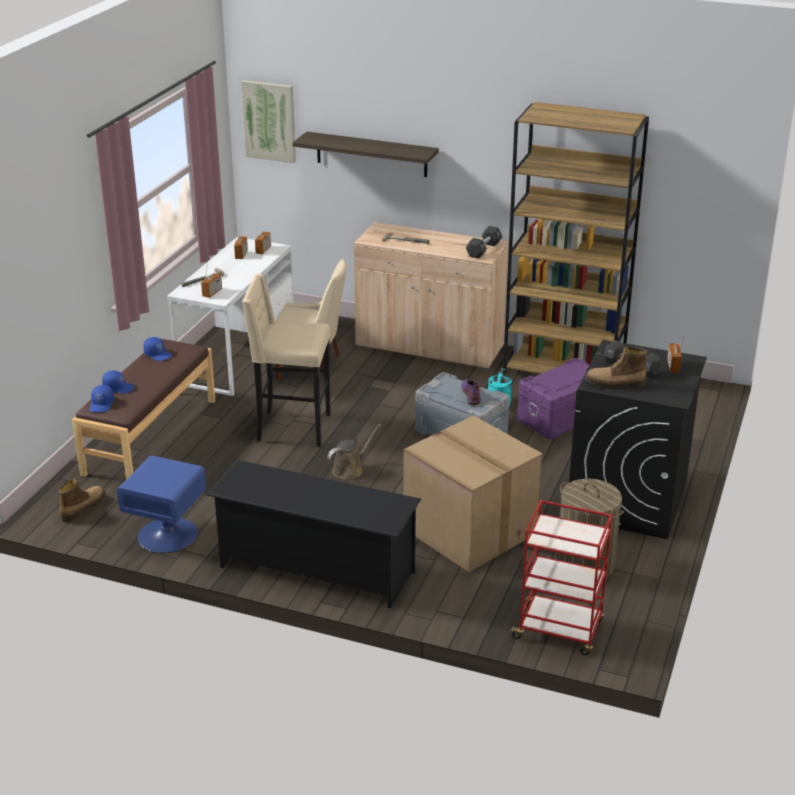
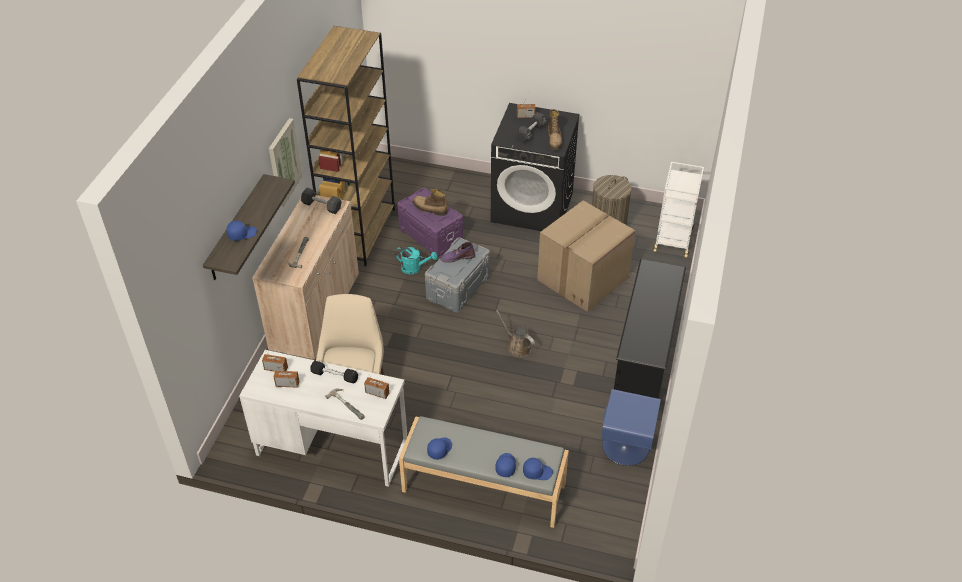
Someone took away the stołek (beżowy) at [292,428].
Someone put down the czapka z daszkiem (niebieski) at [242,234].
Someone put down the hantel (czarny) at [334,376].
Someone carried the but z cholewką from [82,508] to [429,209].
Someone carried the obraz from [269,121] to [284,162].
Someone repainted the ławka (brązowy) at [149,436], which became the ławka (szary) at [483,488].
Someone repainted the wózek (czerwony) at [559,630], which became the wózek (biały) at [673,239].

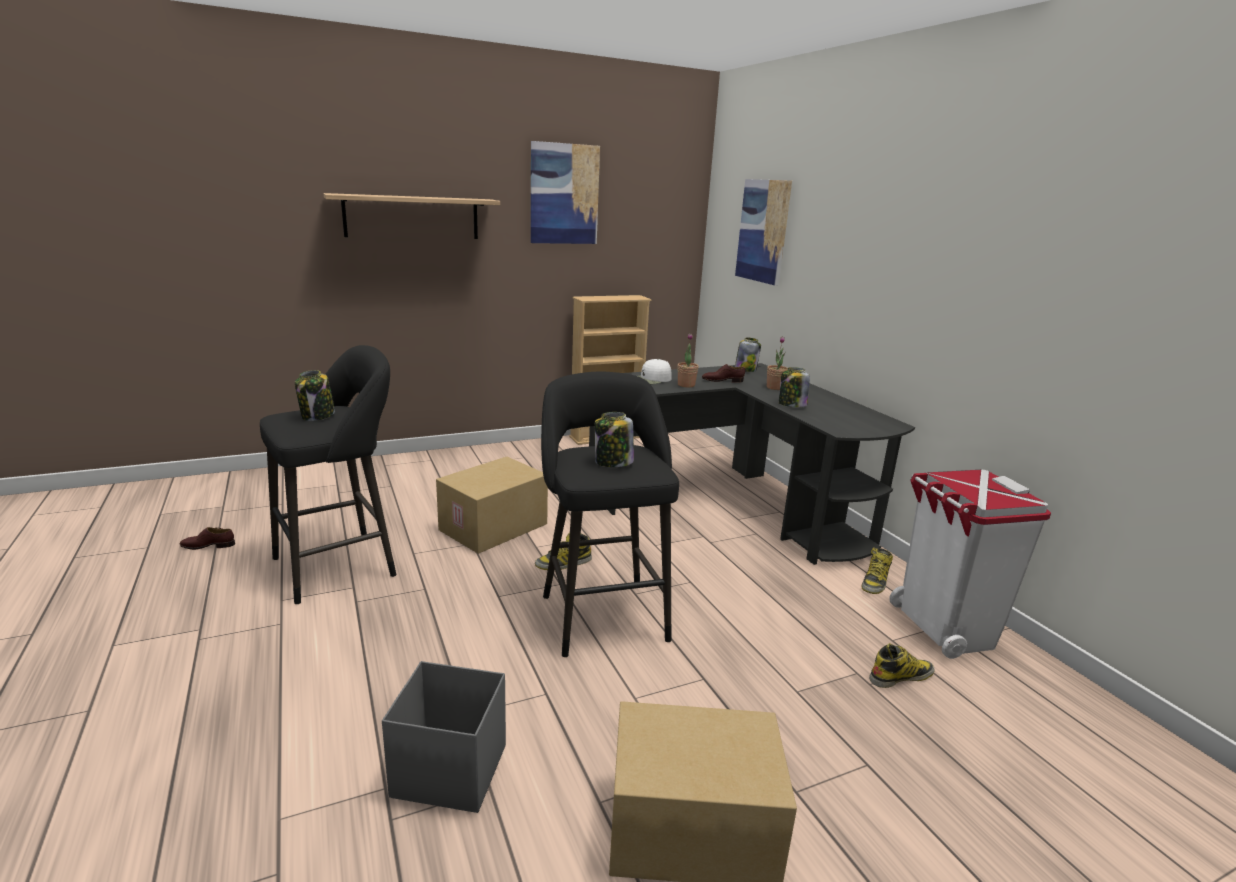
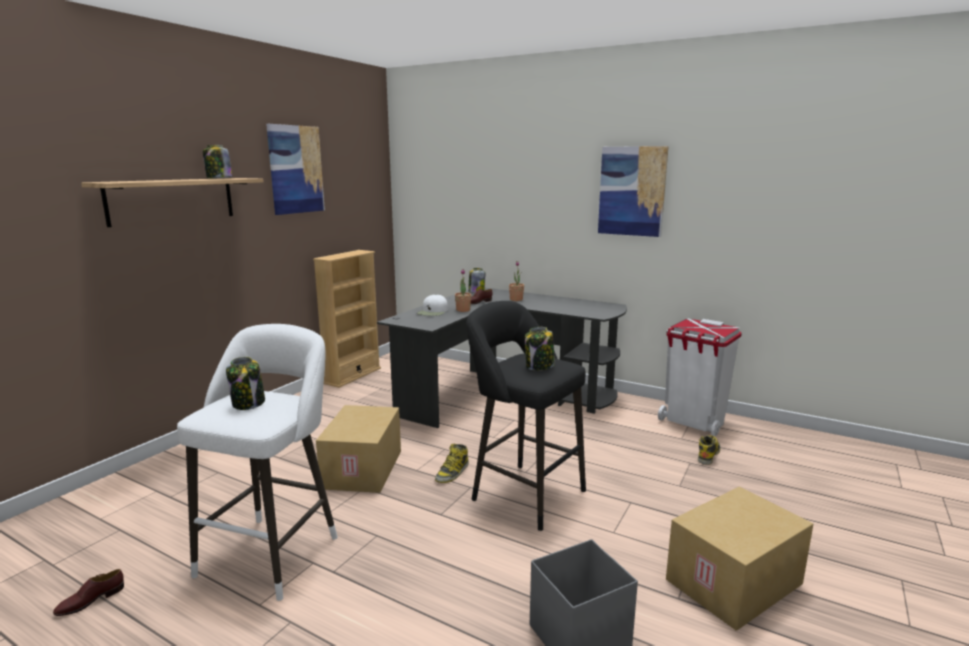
Someone took away the but z cholewką at [875,582].
Someone carried the obraz from [763,231] to [632,191].
Someone carried the słoik from [791,405] to [219,178].
Someone repainted the stołek (czarny) at [342,565], which became the stołek (biały) at [273,551].

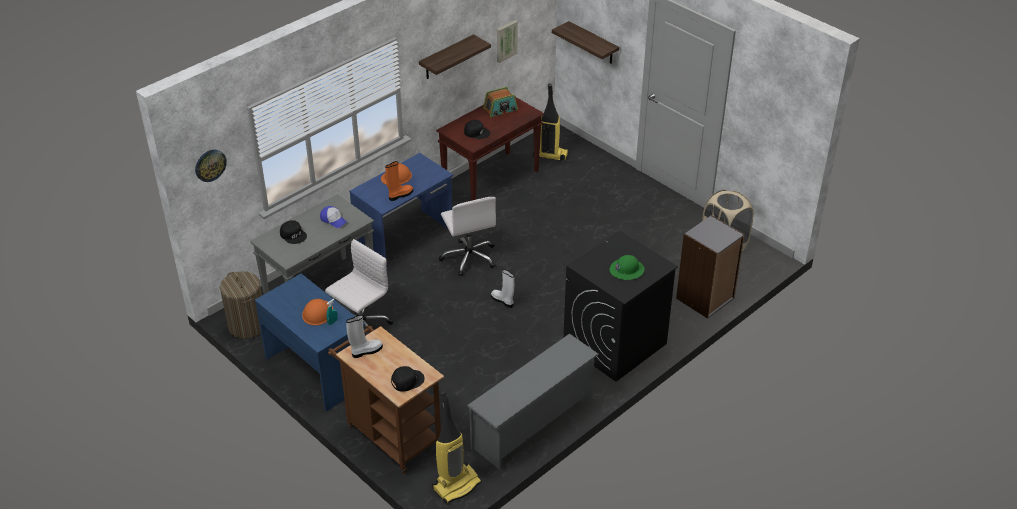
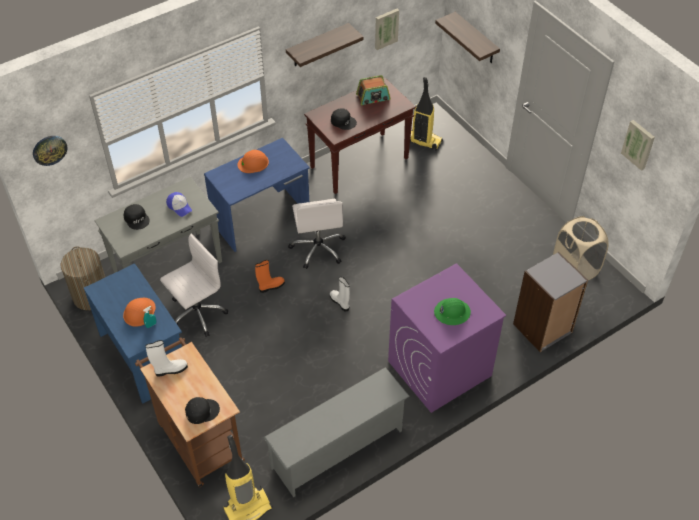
Someone put up the obraz at [638,144].
Someone carried the but z cholewką (pomarańczowy) from [400,195] to [271,286].
Someone repainted the pralka (czarny) at [614,344], which became the pralka (fioletowy) at [439,369].

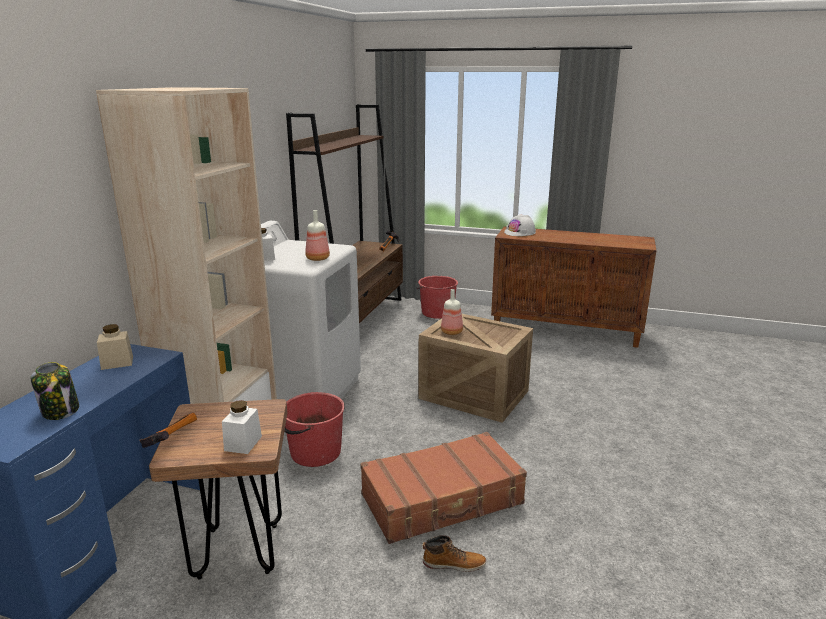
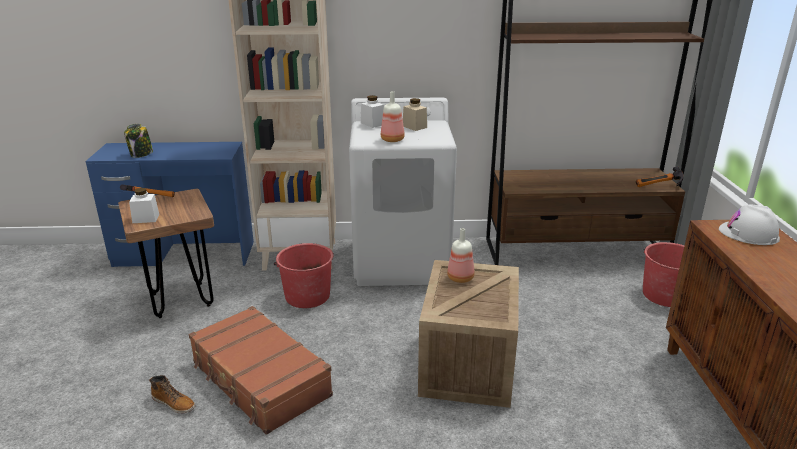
Someone carried the słoik (beżowy) from [117,363] to [414,127].
Someone rotated the but z cholewką at [454,564] by 45 degrees counterclockwise.

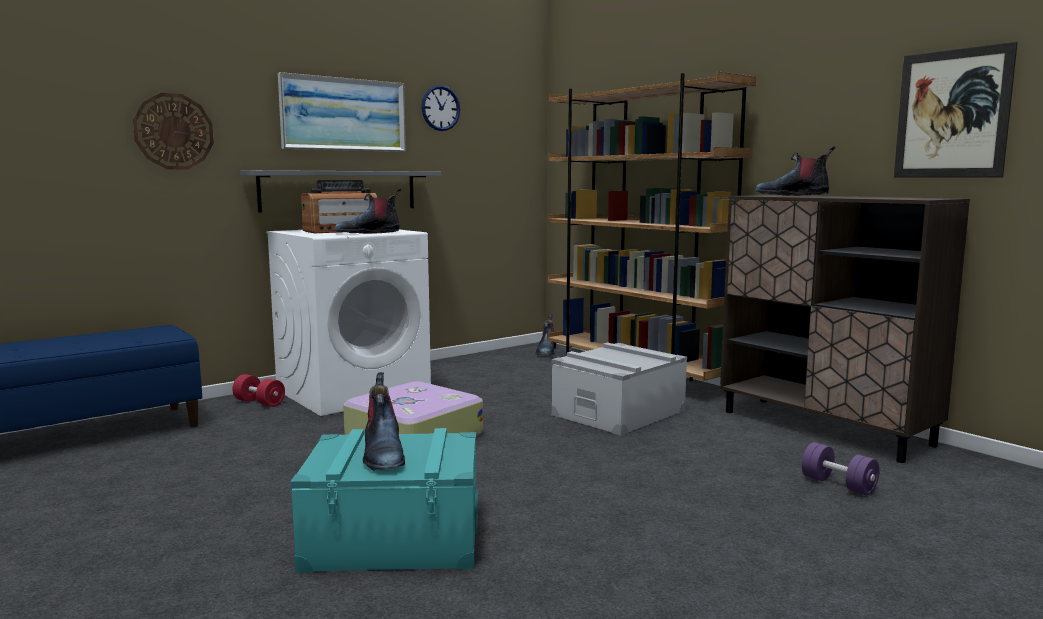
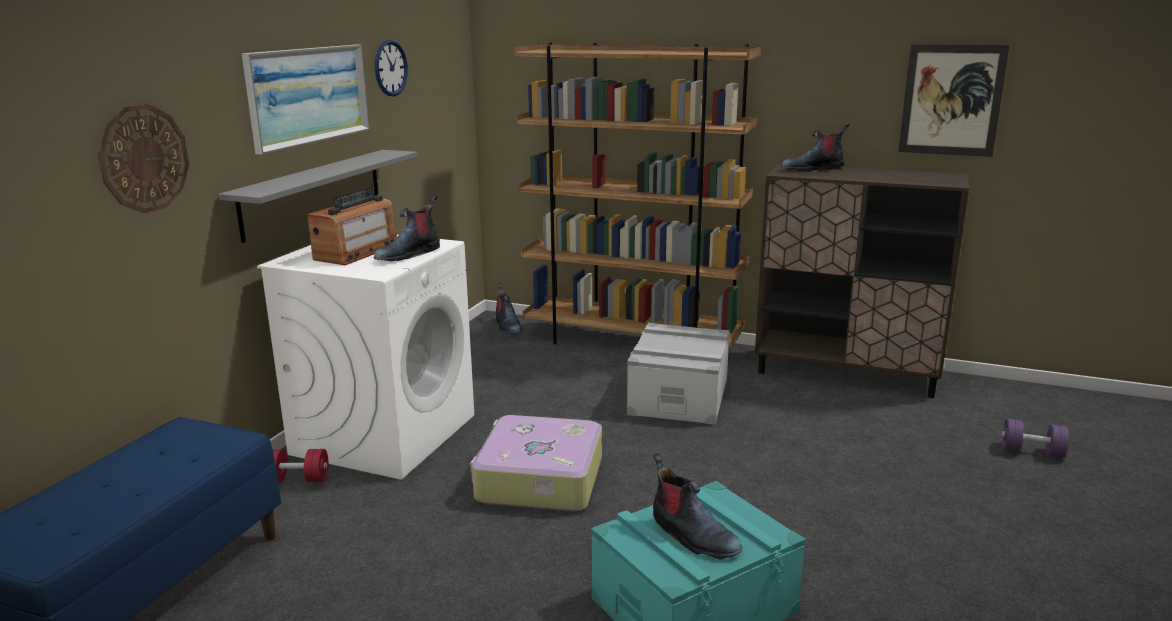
Someone carried the hantel (fioletowy) from [838,485] to [1032,451].

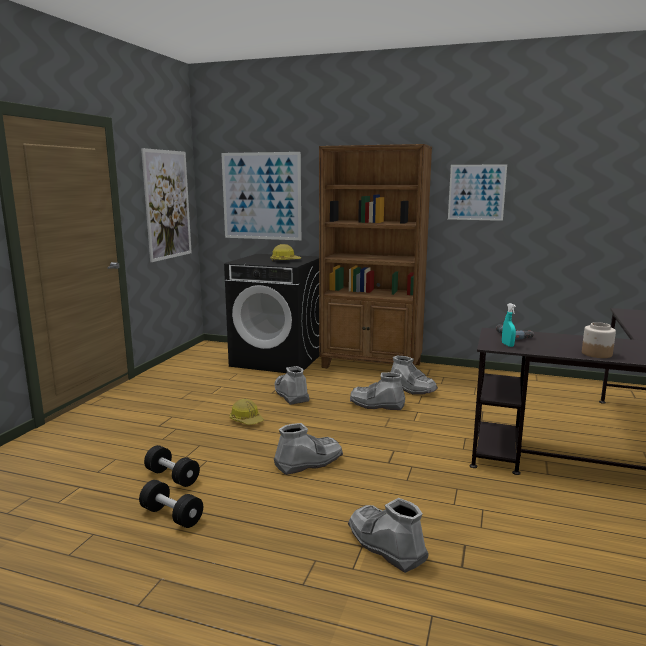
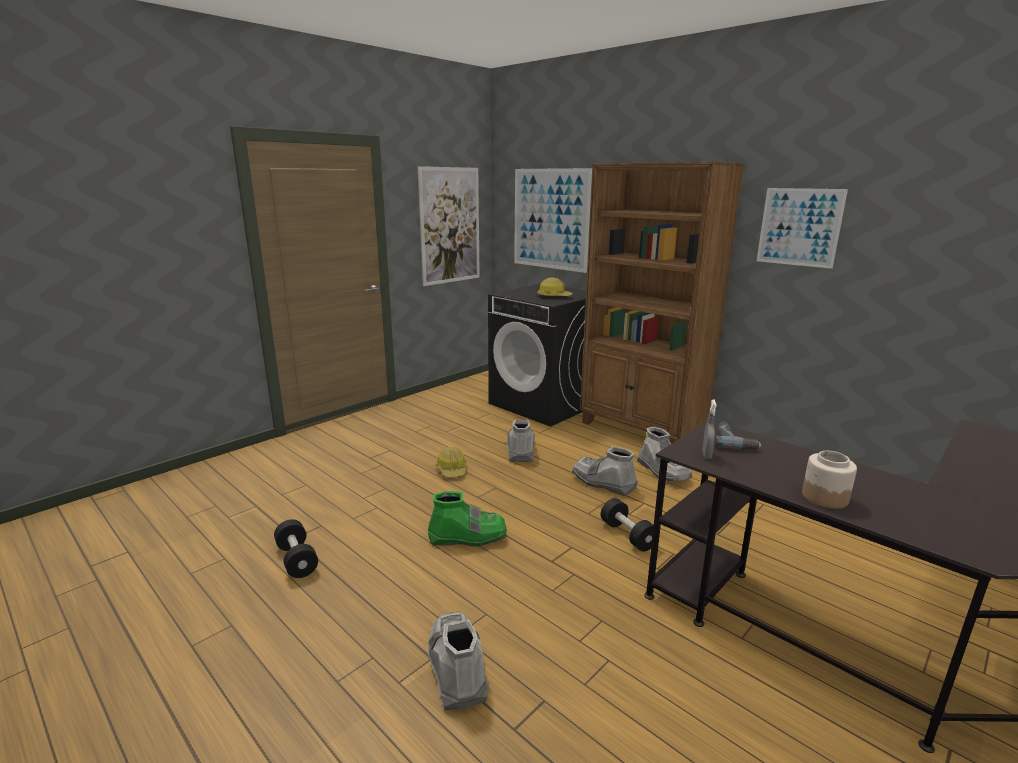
Someone carried the hantel (czarny) from [172,477] to [627,535].
Someone repainted the but z cholewką (szary) at [308,462], which became the but z cholewką (zielony) at [468,536].
Someone repainted the spryskiwacz (turkusowy) at [507,345], which became the spryskiwacz (szary) at [706,455].

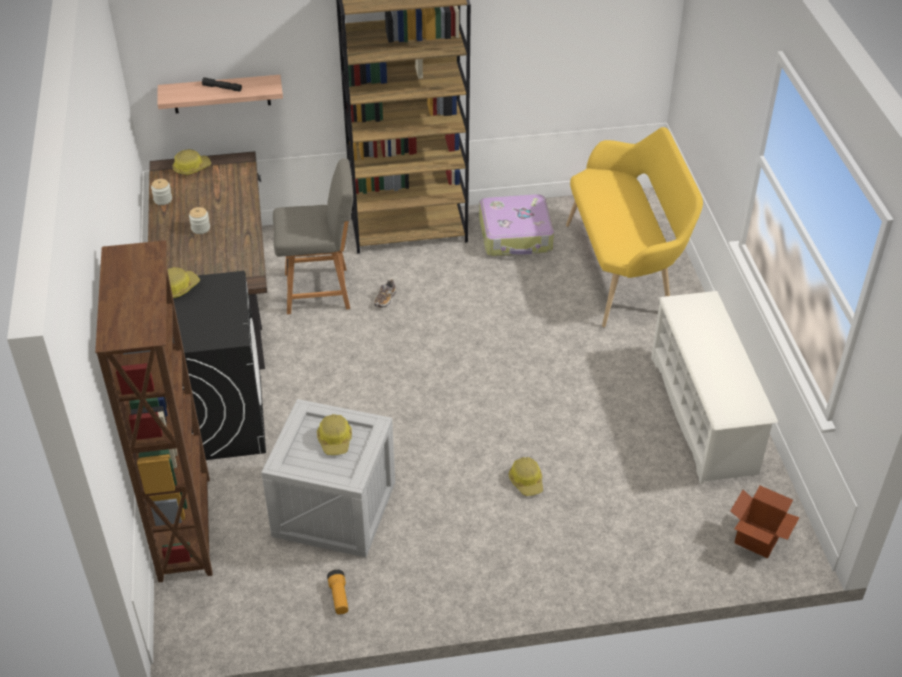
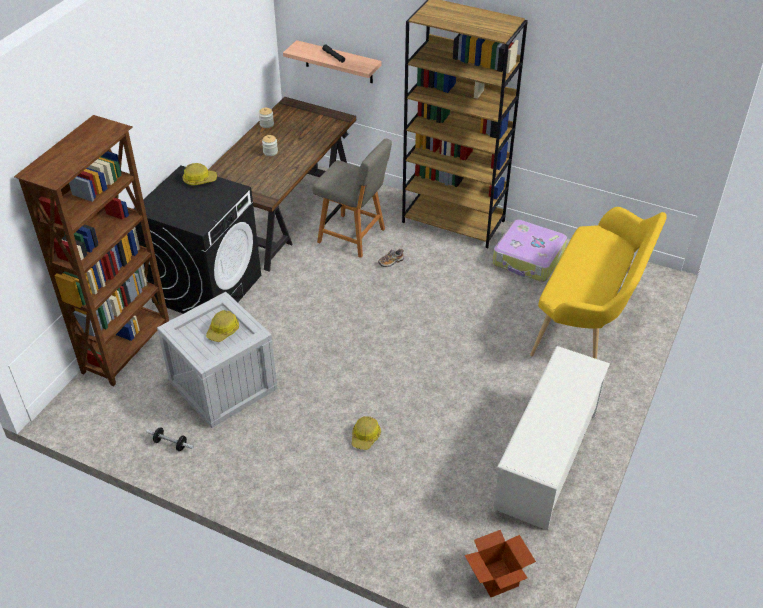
Someone took away the kask at [191,168].
Someone swapped the latarka at [339,597] for the hantel at [171,444].

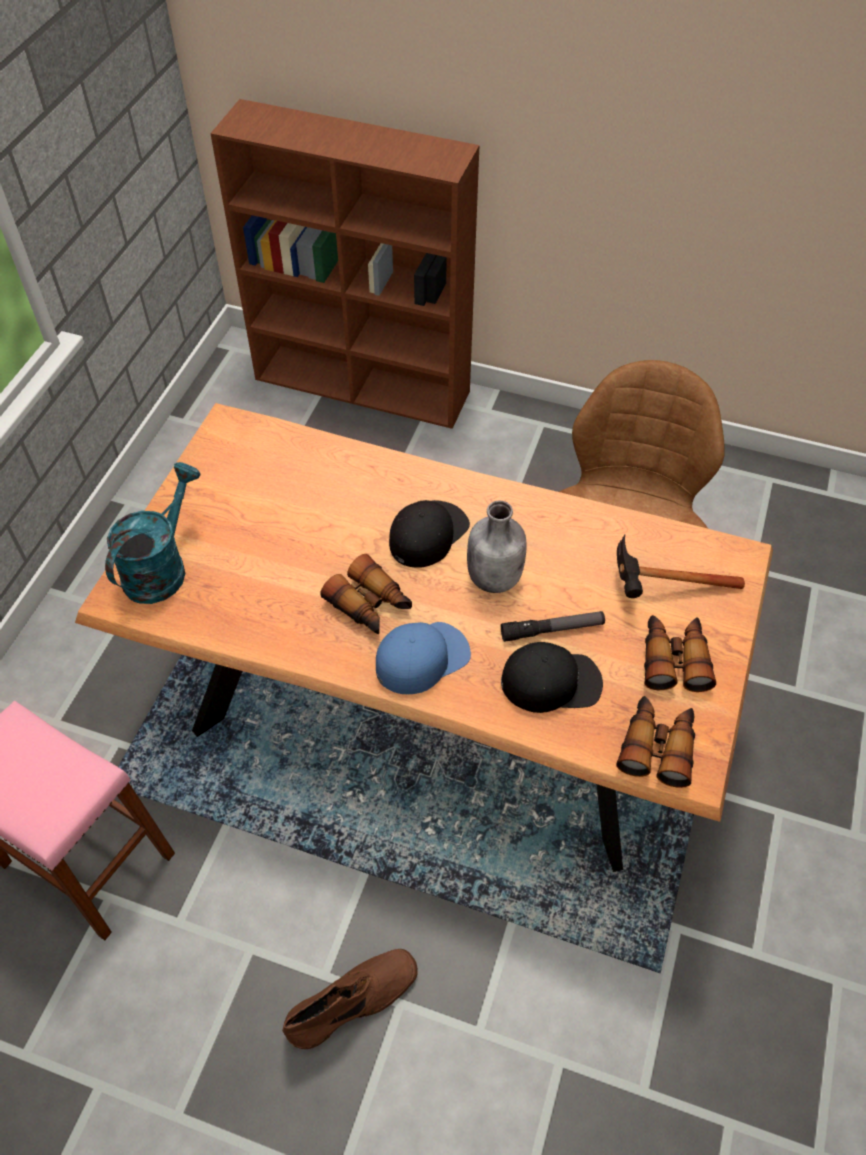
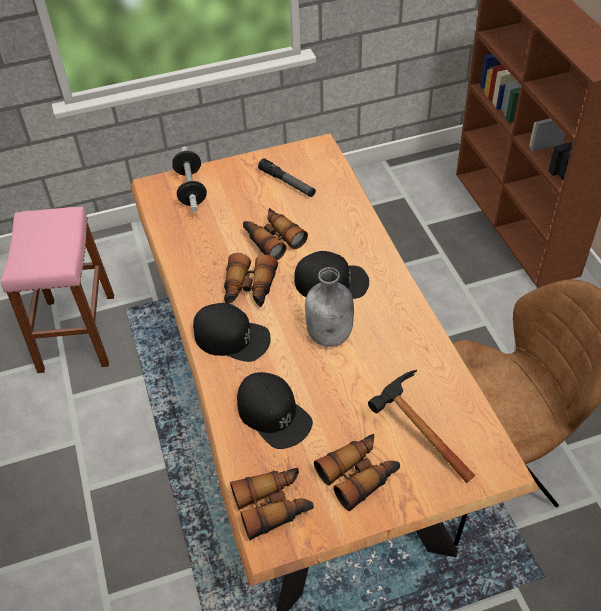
Someone took away the but z cholewką (brązowy) at [354,1000].
Someone put down the lornetka at [272,239].
Someone carried the latarka from [552,630] to [287,183].
Someone swapped the konewka (turkusowy) at [161,567] for the hantel at [191,189].
Someone repainted the czapka z daszkiem (niebieski) at [422,658], which became the czapka z daszkiem (czarny) at [232,337].

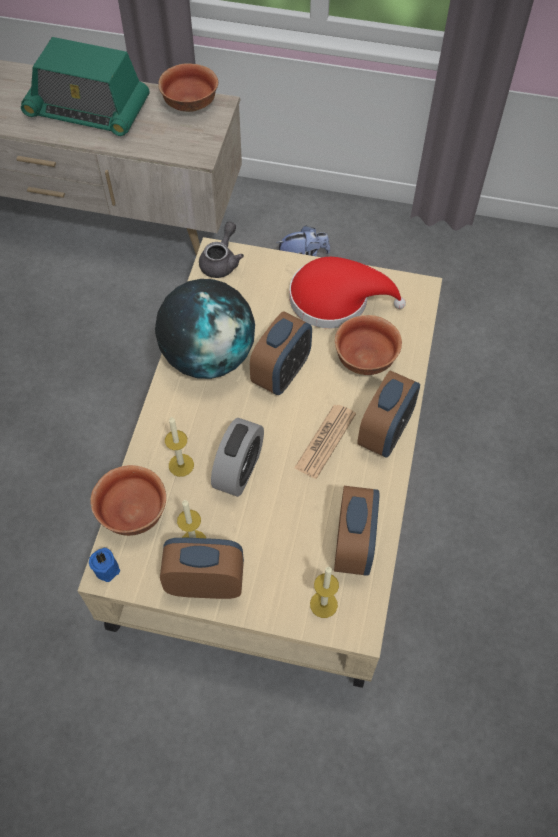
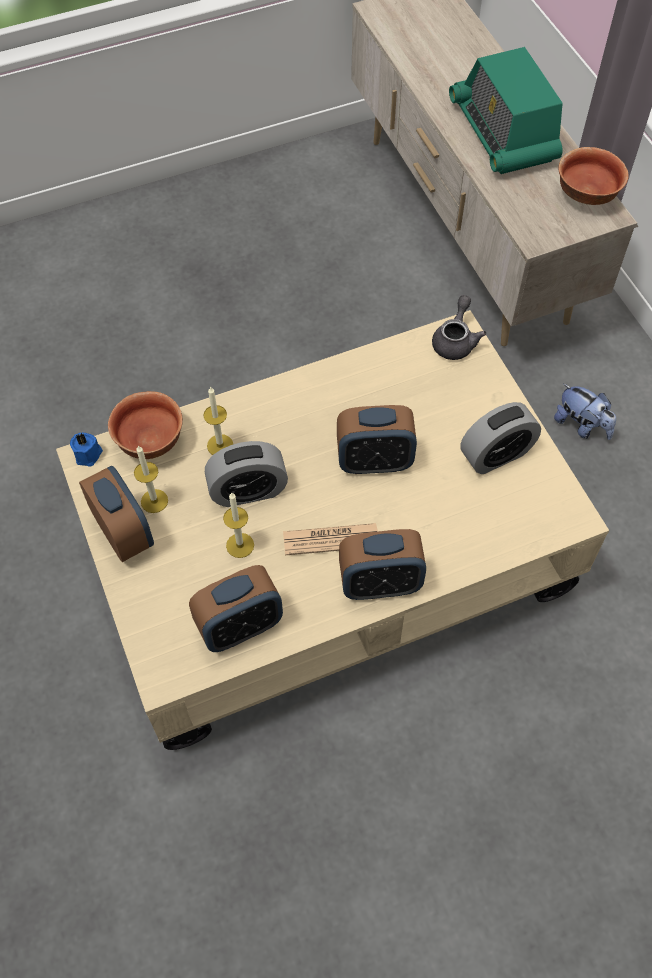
Someone took away the globus at [209,356].
Someone took away the miska at [364,358].
Someone carried the świeca from [323,604] to [240,545].
Someone swapped the kapelusz (czerwony) at [336,299] for the budzik at [496,455].
Someone rotated the imbryk (szary) at [221,261] by 60 degrees counterclockwise.

